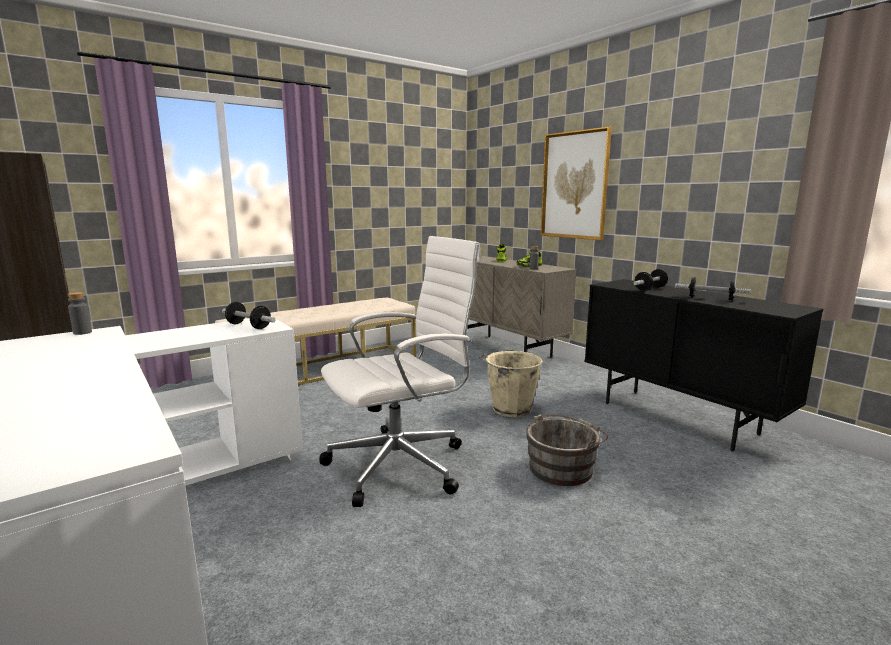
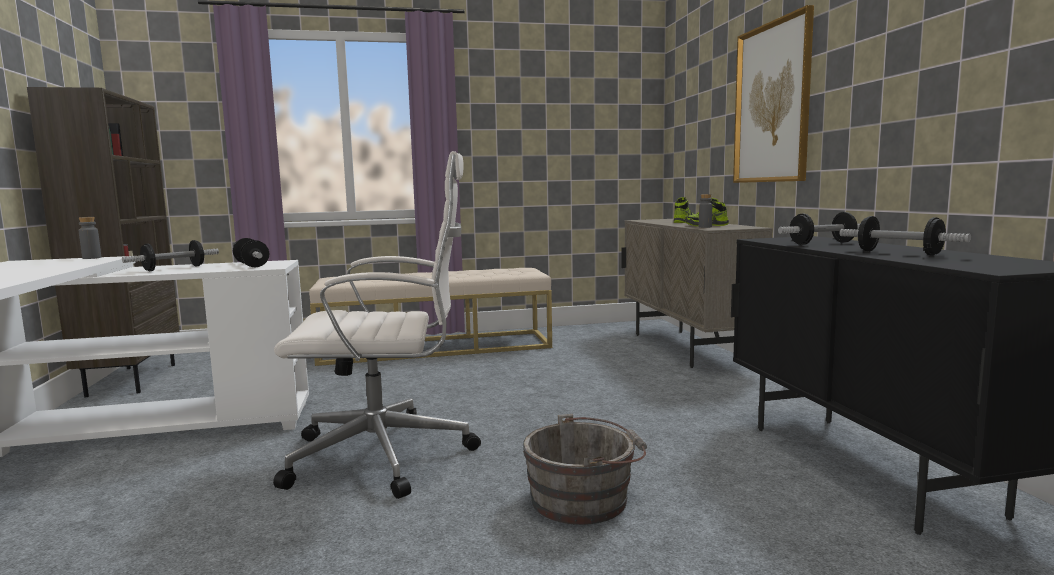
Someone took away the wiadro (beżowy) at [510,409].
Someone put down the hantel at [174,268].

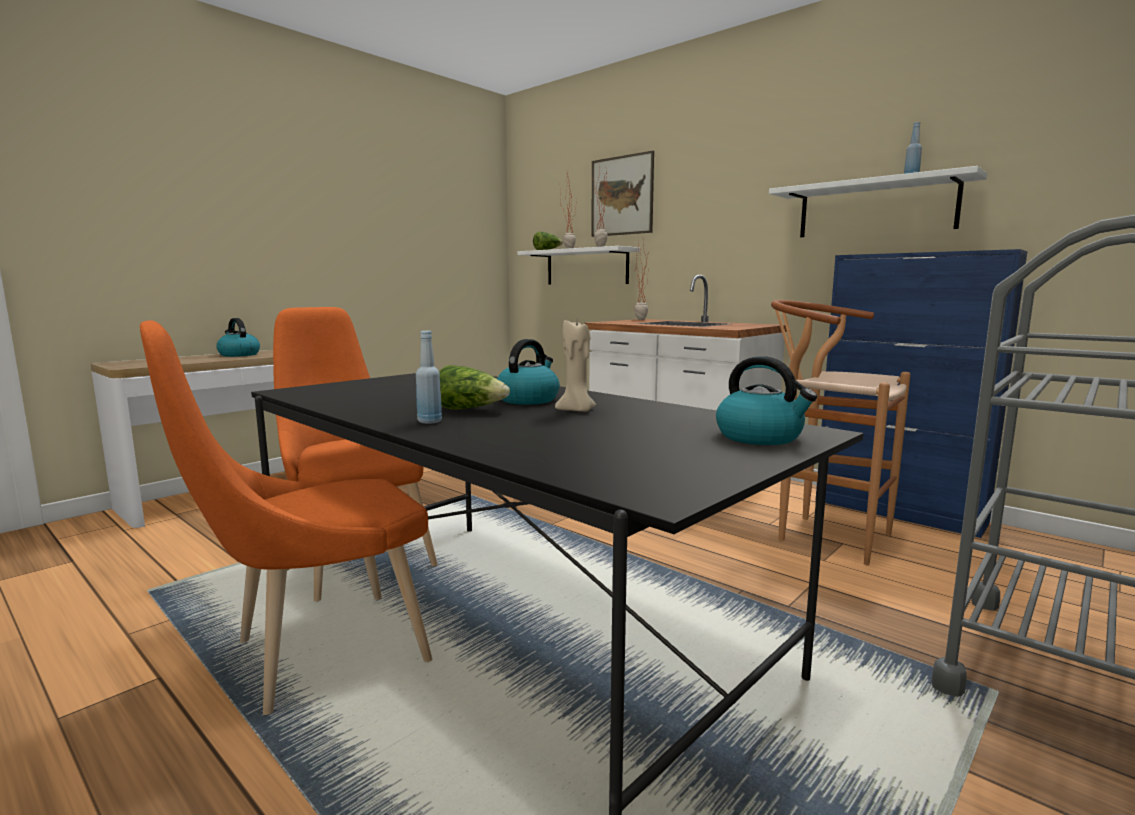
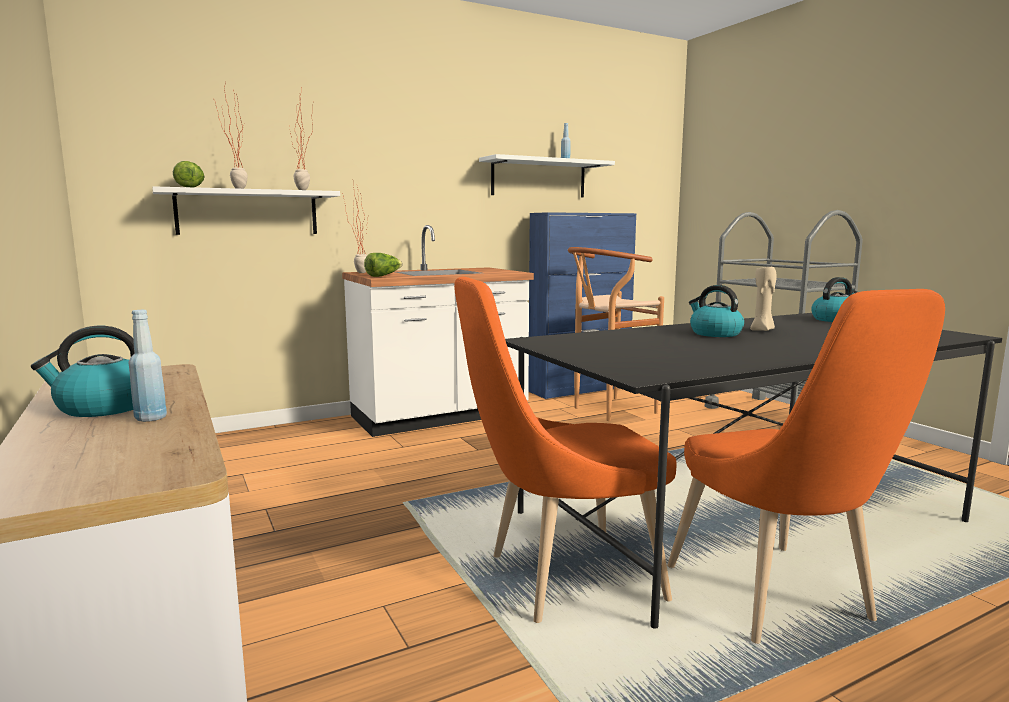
Someone took away the obraz at [622,196].
Someone carried the butelka (niebieski) from [430,422] to [151,418].
Someone carried the sałata from [470,409] to [383,276].

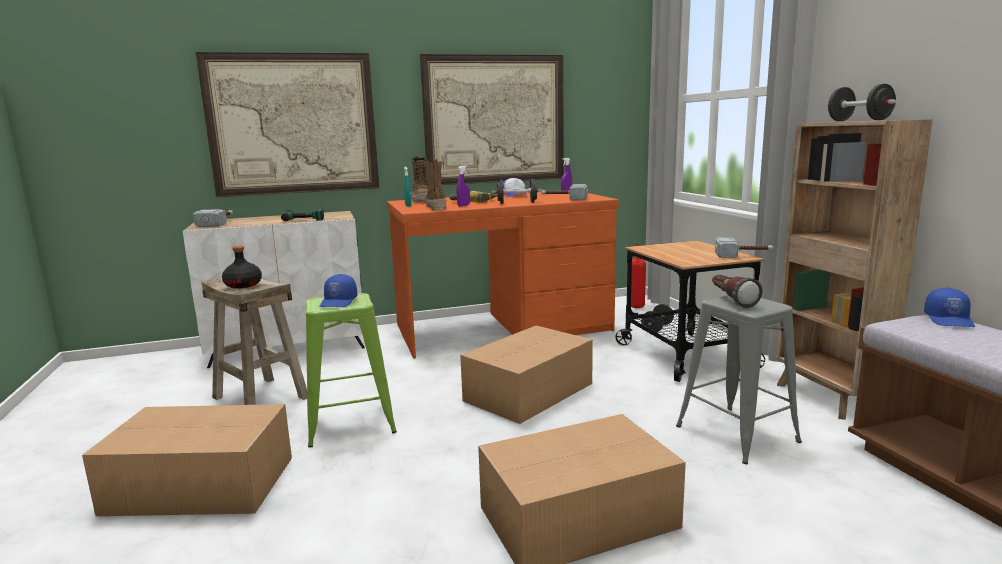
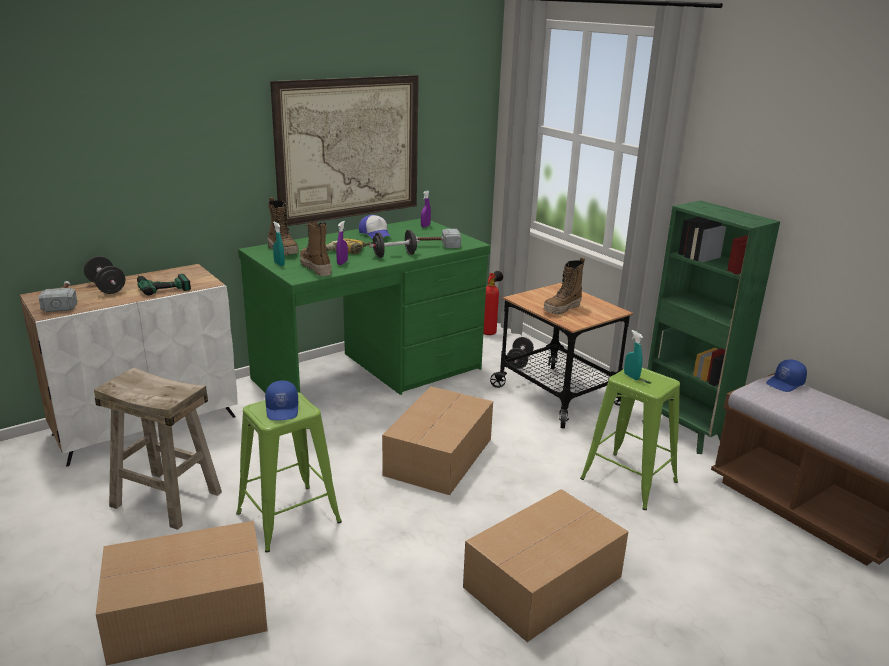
Someone took away the obraz at [293,124].
Someone took away the butelka (czarny) at [243,285].
Someone took away the młotek at [743,255].
Someone put down the but z cholewką at [562,309].
Someone carried the hantel (czarny) from [858,120] to [106,287].
Someone swapped the latarka at [730,300] for the spryskiwacz (turkusowy) at [631,376].
Someone repainted the biurko (pomarańczowy) at [503,328], which became the biurko (zielony) at [370,374].
Someone repainted the stołek (szary) at [736,433], which became the stołek (zielony) at [628,480].
Someone repainted the regał (brązowy) at [828,398], which became the regał (zielony) at [684,432].
Someone rotated the czapka z daszkiem (niebieski) at [949,320] by 60 degrees clockwise.

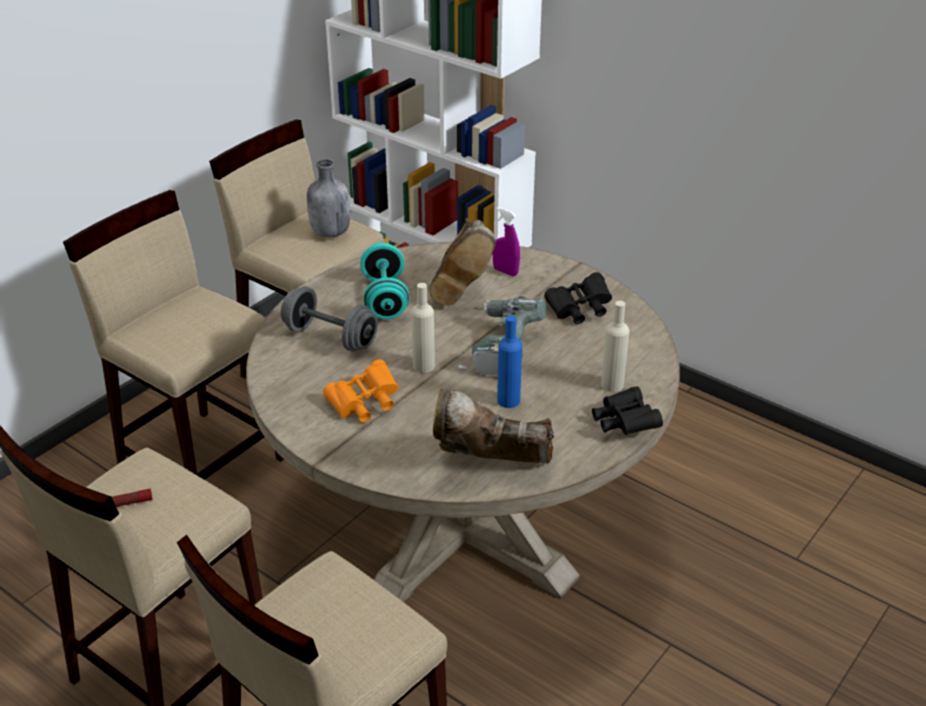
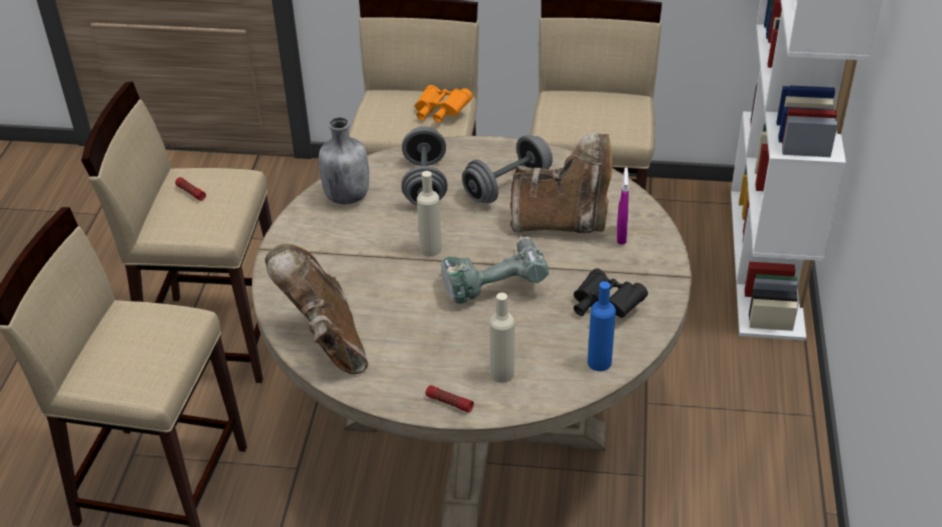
Someone carried the butelka (szary) from [329,233] to [347,196].
Someone carried the lornetka (pomarańczowy) from [364,404] to [440,113].
Someone carried the butelka (niebieski) from [508,400] to [599,362].
Someone swapped the lornetka (czarny) at [624,423] for the latarka at [449,403].
Someone repainted the hantel (turkusowy) at [385,298], which became the hantel (szary) at [507,186].
Someone rotated the but z cholewką (brązowy) at [461,290] by 150 degrees counterclockwise.

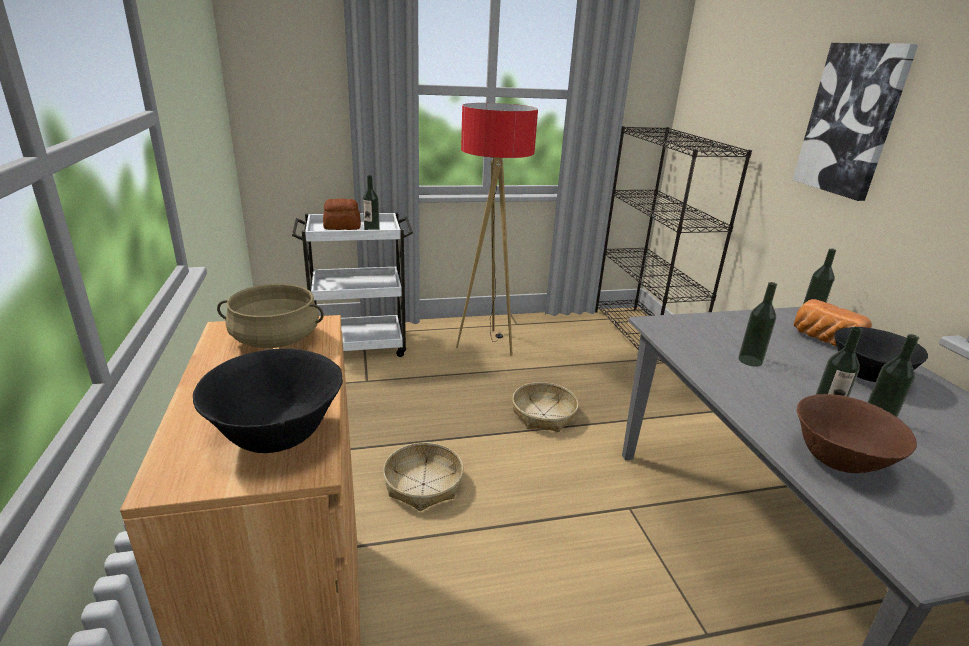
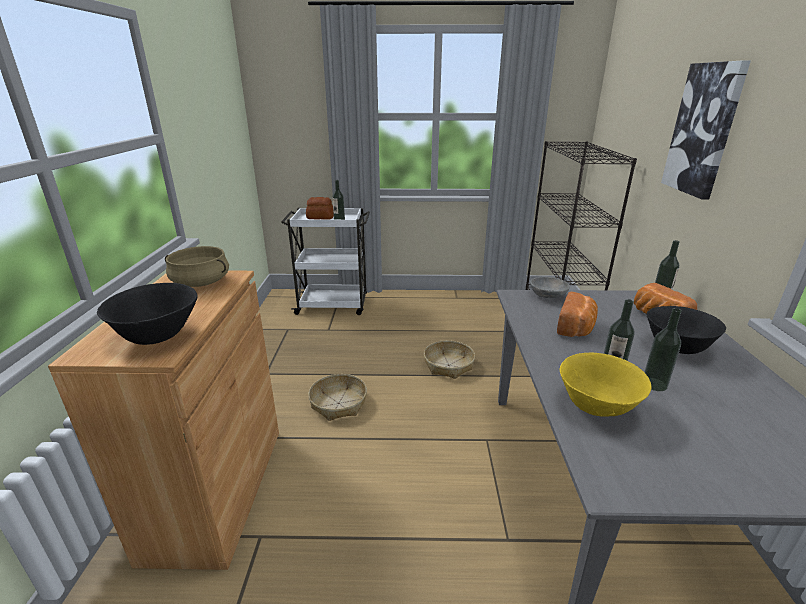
Someone took away the lampa stojąca at [487,344].
Someone put down the miska (szary) at [548,296].
Someone swapped the butelka at [750,360] for the chleb at [576,328].
Someone repainted the miska (brązowy) at [839,461], which became the miska (żółty) at [597,407].

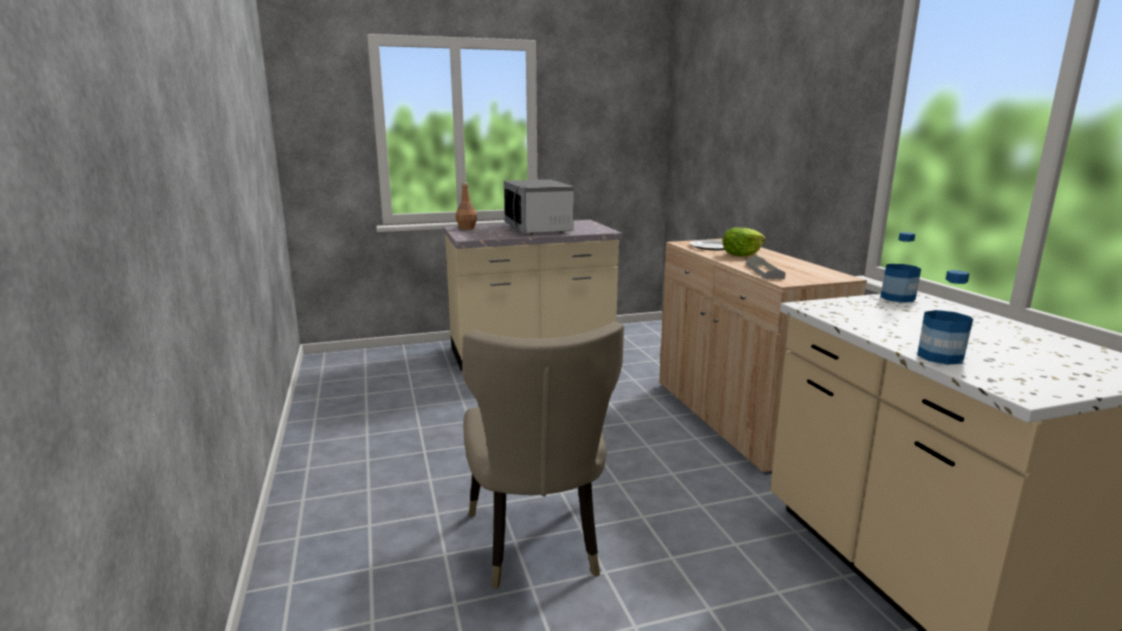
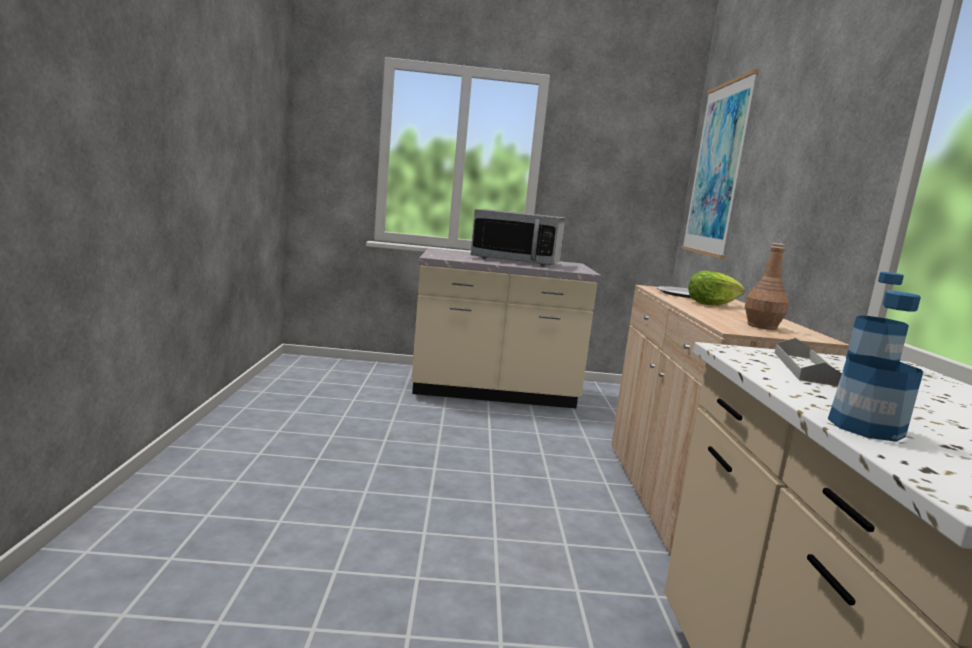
Someone took away the krzesło (beżowy) at [538,545].
Someone put up the obraz at [717,169].
Someone carried the butelka (brązowy) from [466,228] to [761,326].
Someone carried the taca (szary) from [764,271] to [804,368].
Someone rotated the mikrofalówka at [538,229] by 75 degrees counterclockwise.

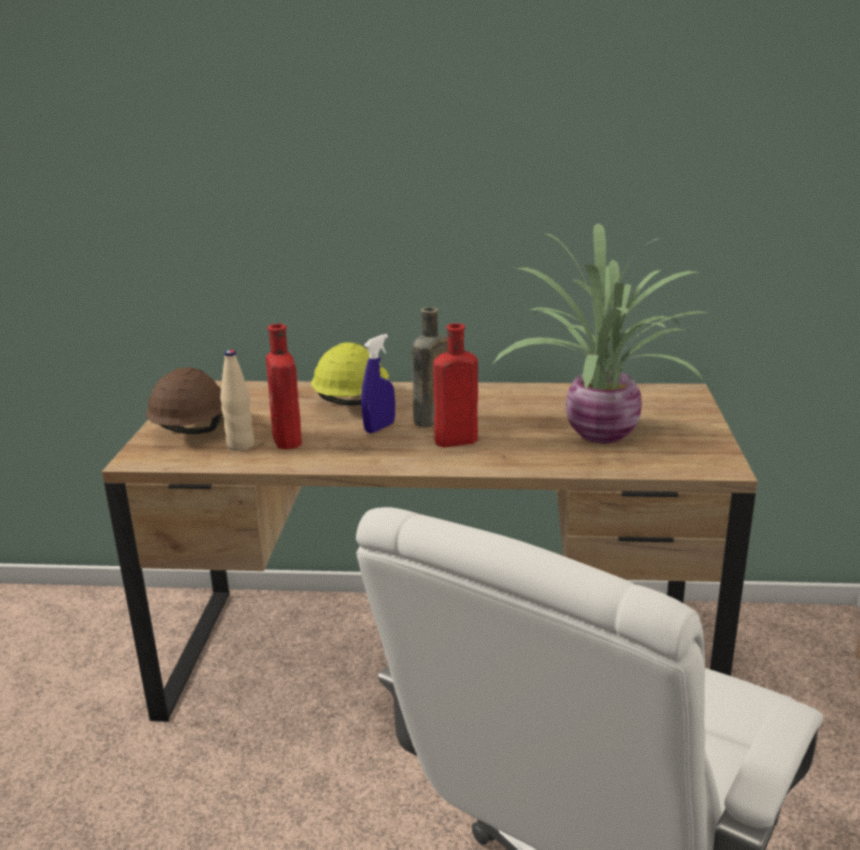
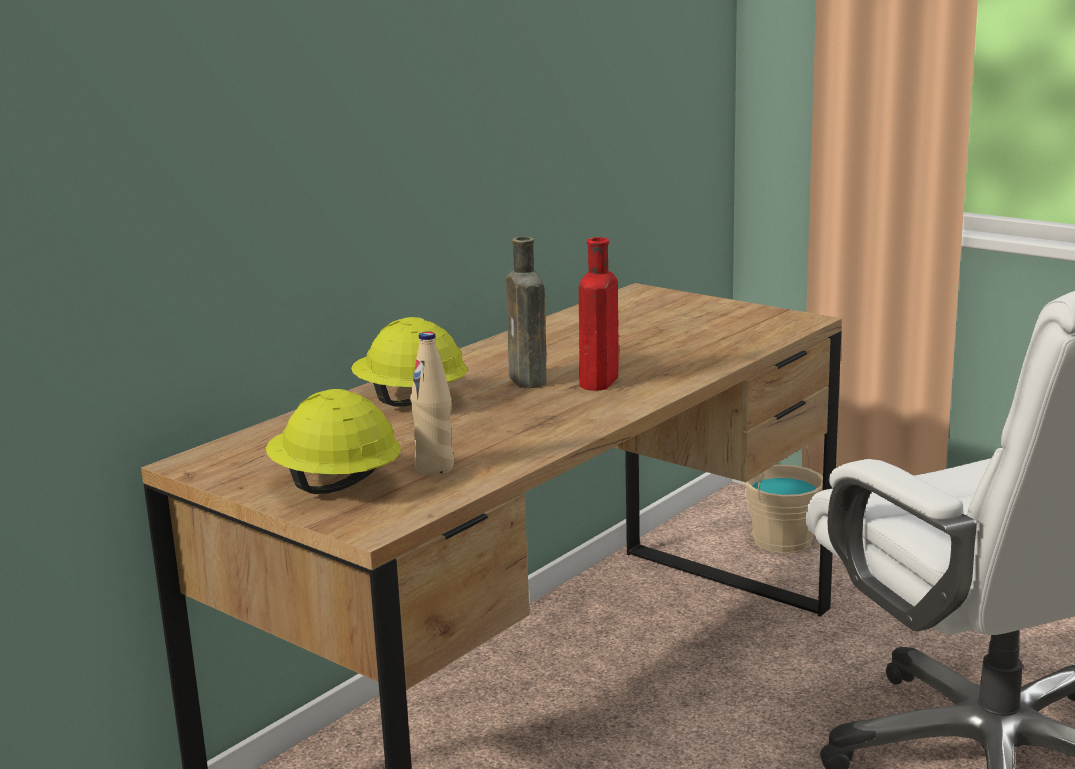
Someone took away the butelka (czerwony) at [288,441].
Someone took away the spryskiwacz (niebieski) at [379,428].
Someone took away the roślina doniczkowa at [601,432].
Someone put down the wiadro (beżowy) at [782,540].
Someone repainted the kask (brązowy) at [192,430], which became the kask (żółty) at [335,485].

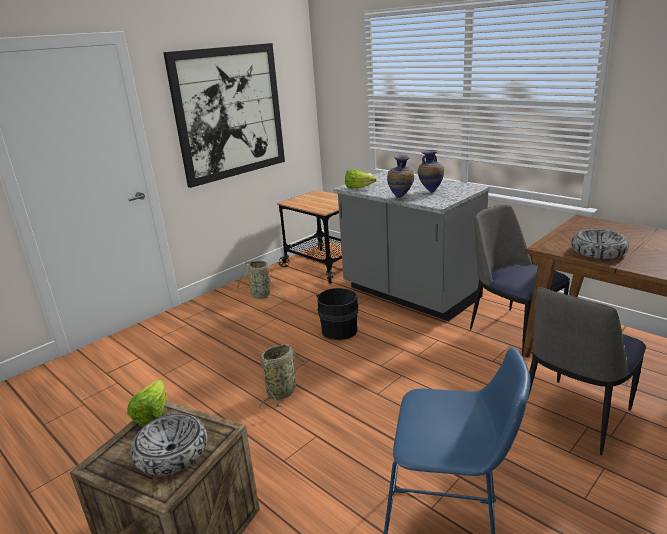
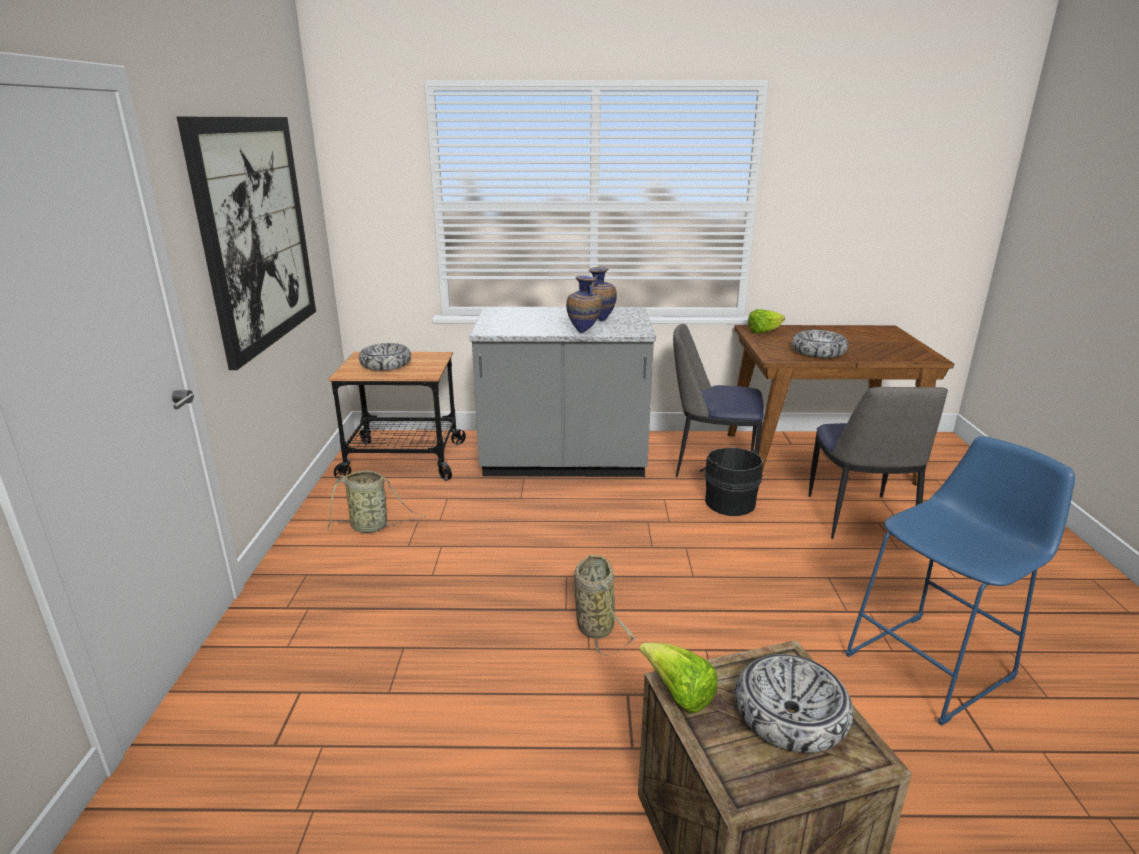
Someone put down the miska at [386,364].
Someone carried the wiadro (czarny) from [340,329] to [728,502].
Someone carried the sałata from [358,188] to [764,332].

